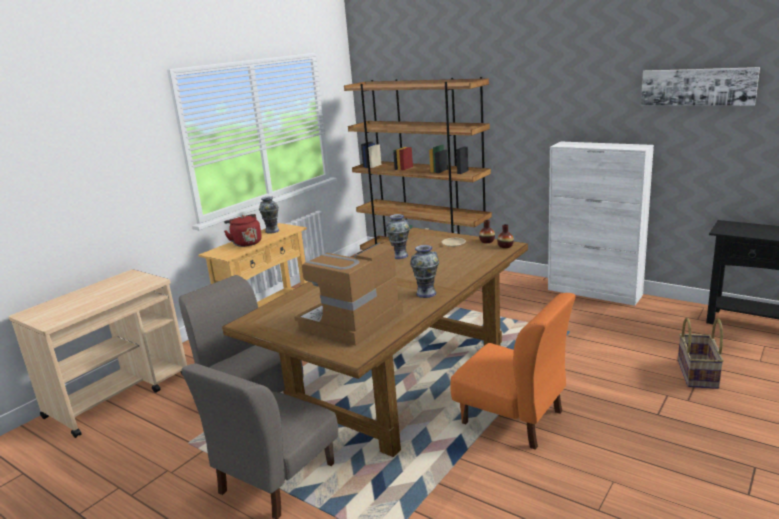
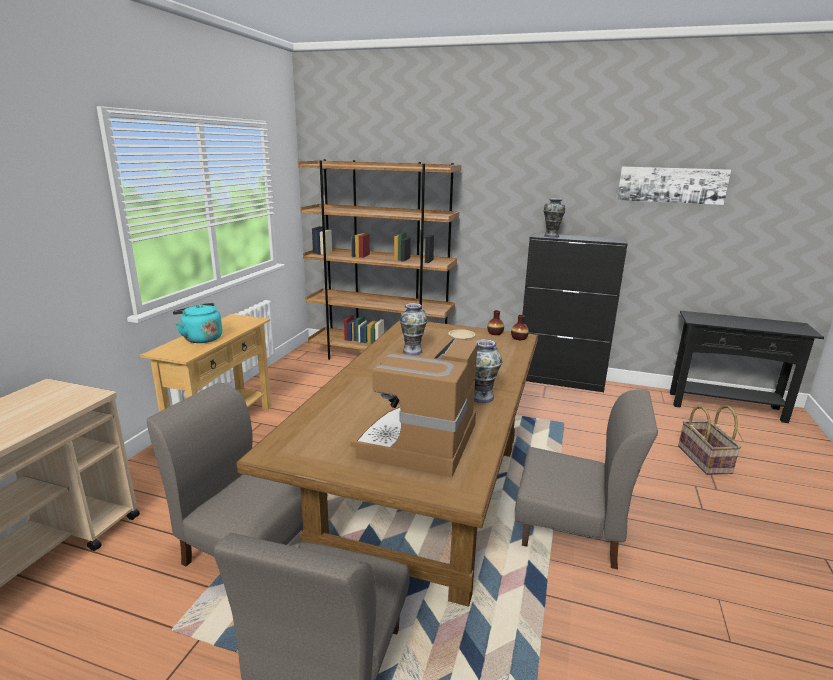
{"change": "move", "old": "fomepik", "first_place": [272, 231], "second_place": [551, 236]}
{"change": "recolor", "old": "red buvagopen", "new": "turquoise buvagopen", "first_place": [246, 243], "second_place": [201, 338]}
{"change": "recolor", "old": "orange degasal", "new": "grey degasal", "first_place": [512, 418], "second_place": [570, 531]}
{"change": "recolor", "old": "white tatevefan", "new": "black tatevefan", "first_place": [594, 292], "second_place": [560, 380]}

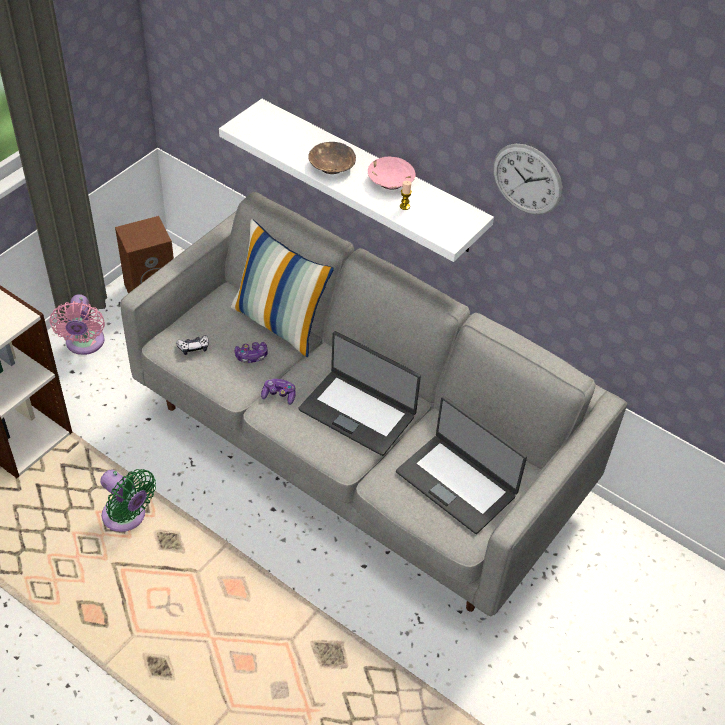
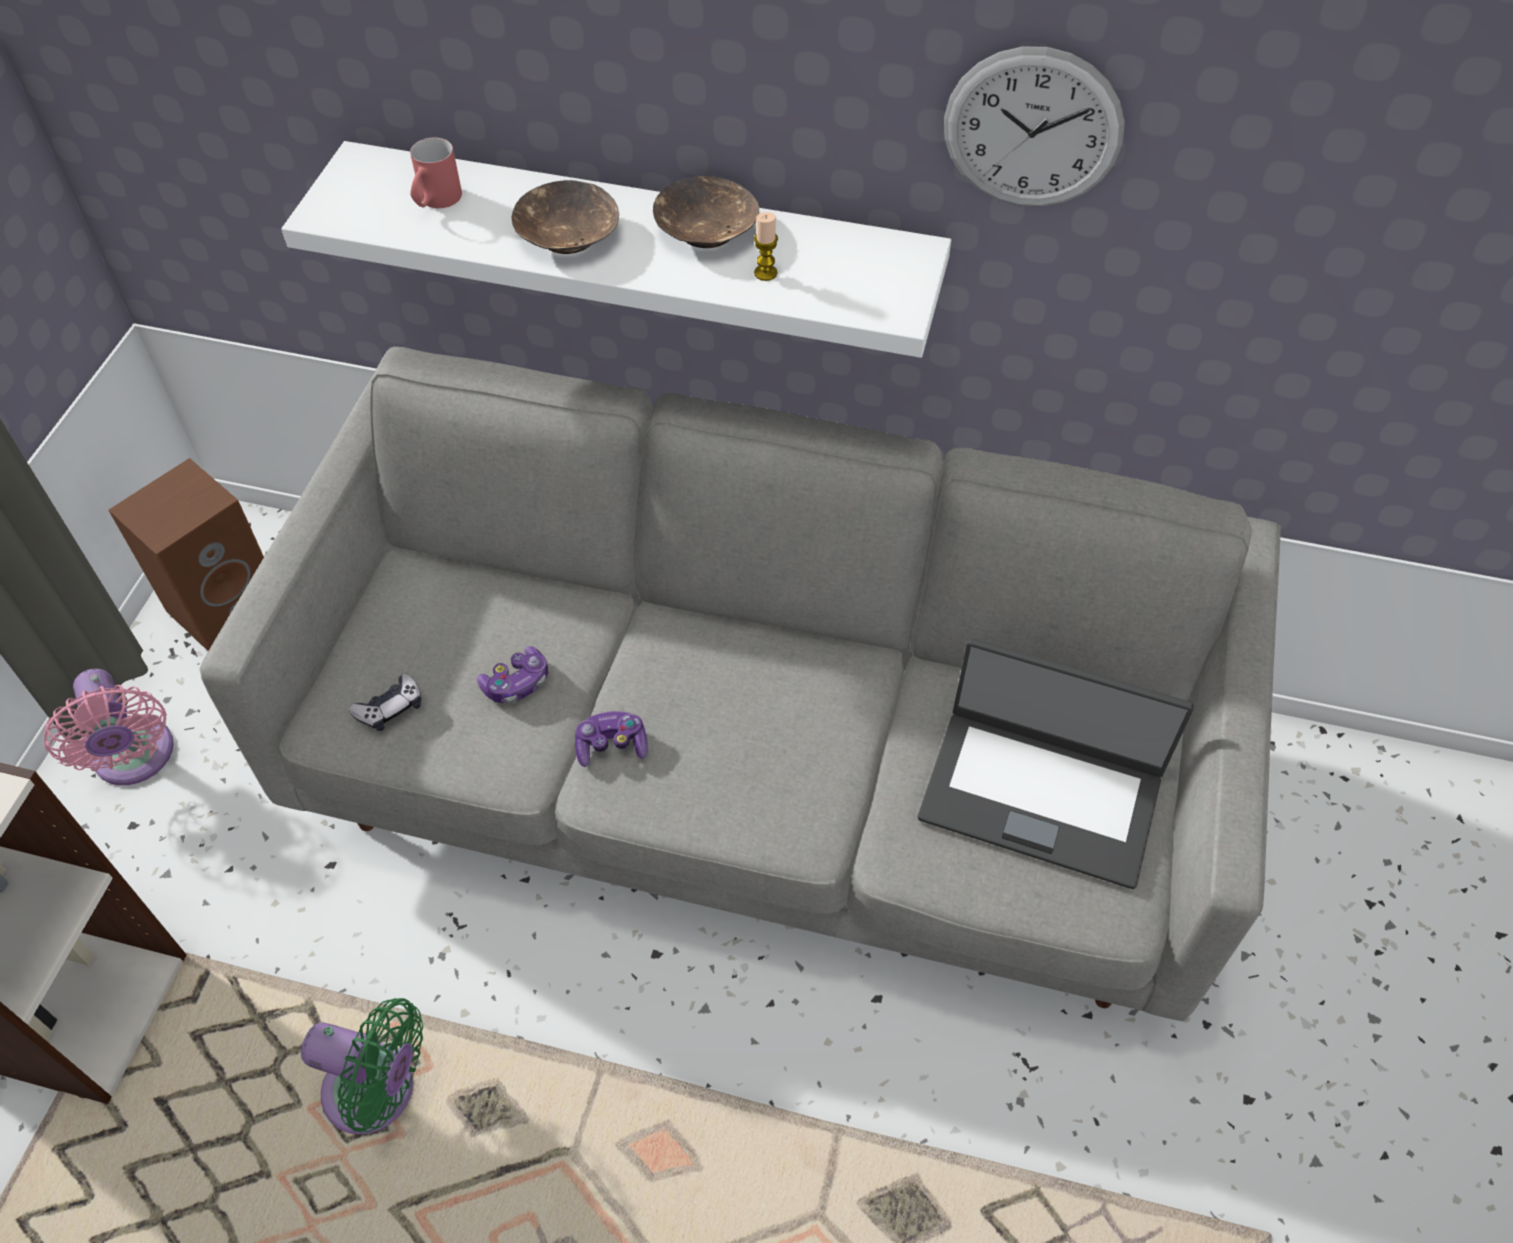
{"change": "delete", "old": "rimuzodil", "first_place": [280, 322]}
{"change": "delete", "old": "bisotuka", "first_place": [358, 412]}
{"change": "insert", "new": "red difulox", "second_place": [436, 202]}
{"change": "recolor", "old": "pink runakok", "new": "brown runakok", "first_place": [390, 181], "second_place": [706, 231]}

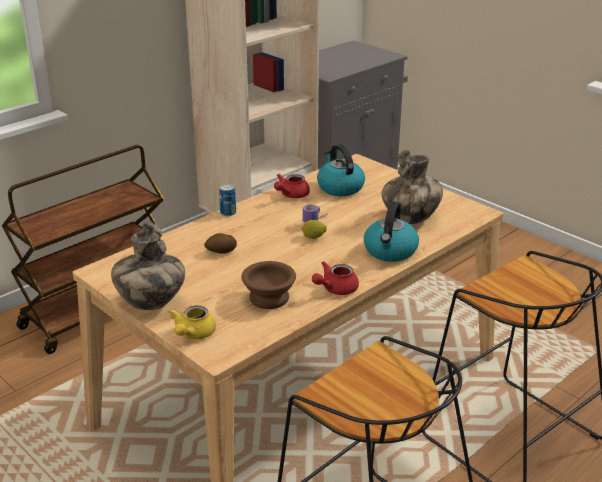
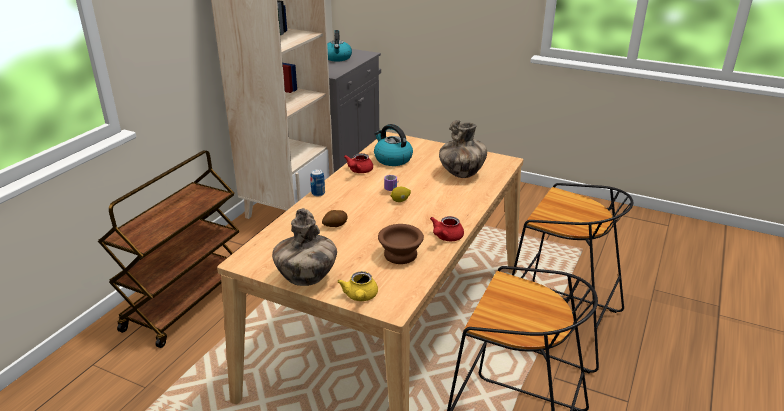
{"change": "move", "old": "buvagopen", "first_place": [390, 251], "second_place": [338, 58]}

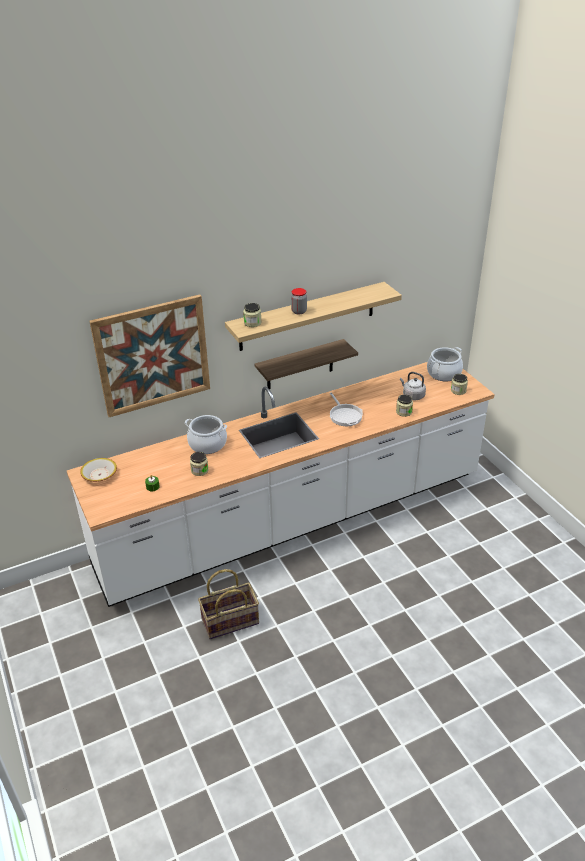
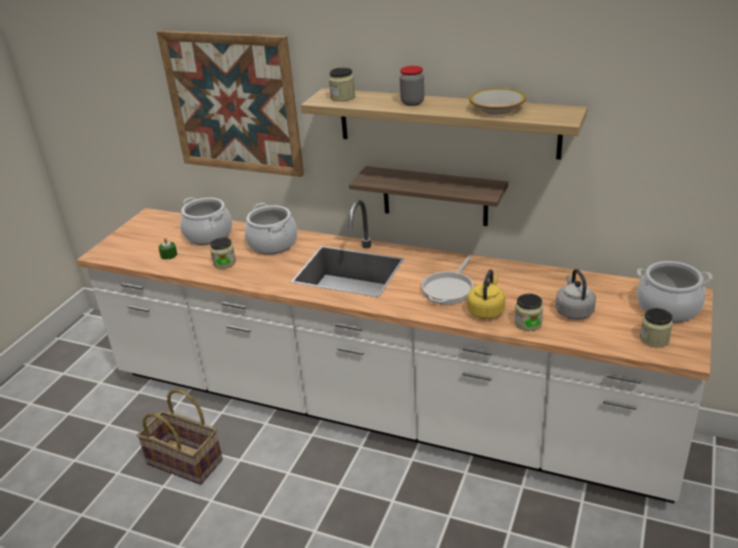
{"change": "insert", "new": "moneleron", "second_place": [208, 235]}
{"change": "insert", "new": "yellow buvagopen", "second_place": [486, 310]}
{"change": "move", "old": "runakok", "first_place": [99, 475], "second_place": [496, 109]}

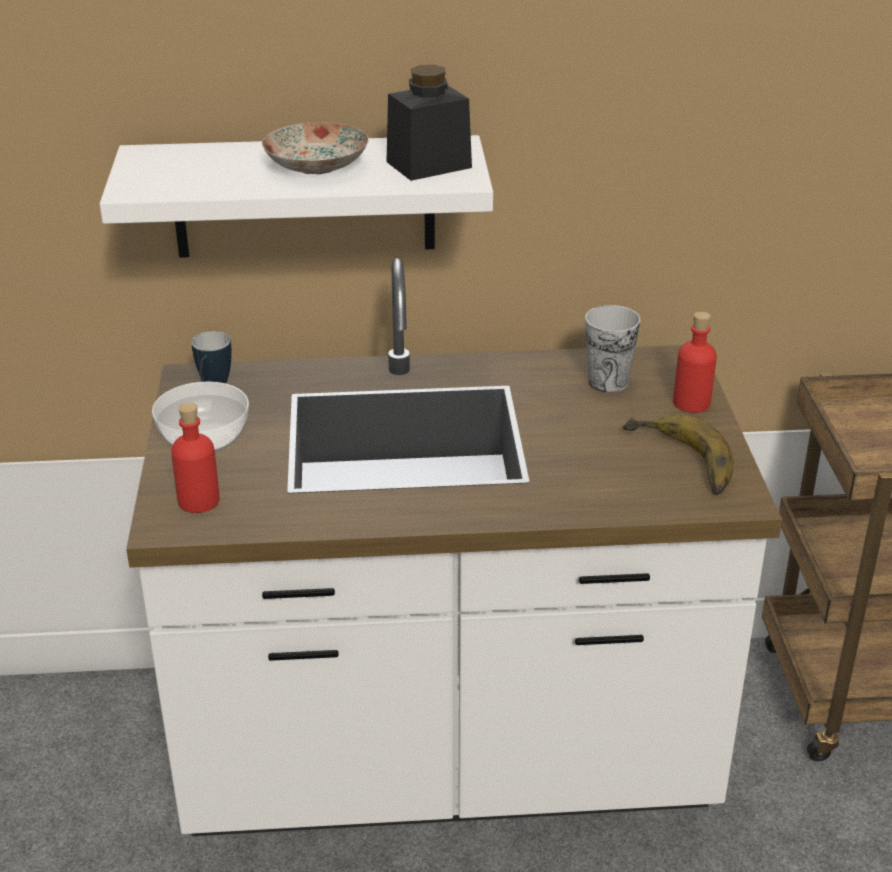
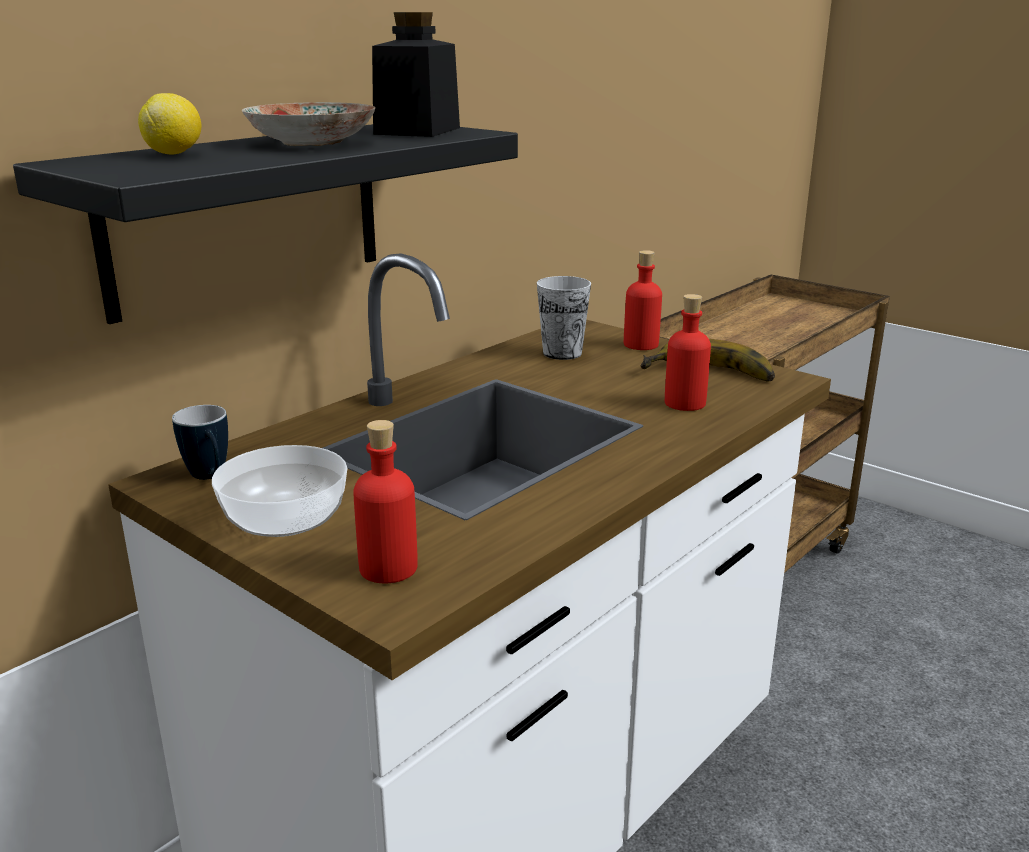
{"change": "insert", "new": "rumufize", "second_place": [174, 154]}
{"change": "insert", "new": "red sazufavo", "second_place": [685, 403]}
{"change": "recolor", "old": "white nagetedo", "new": "black nagetedo", "first_place": [304, 197], "second_place": [247, 215]}

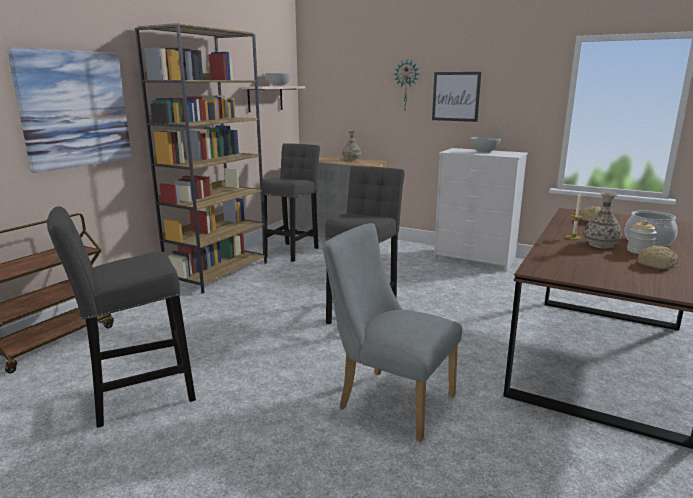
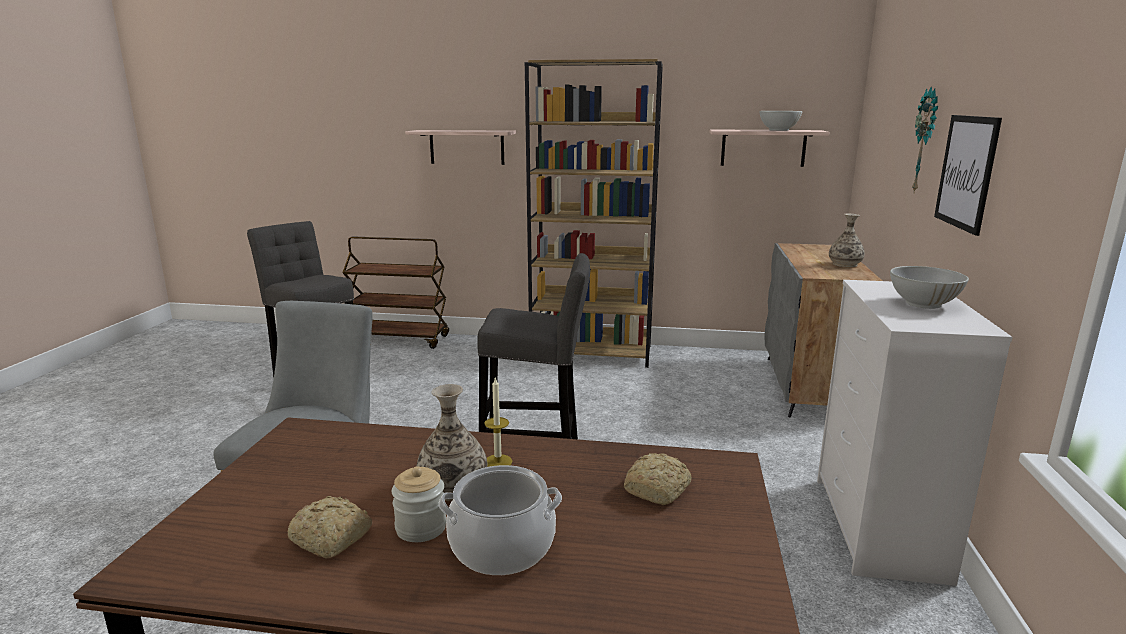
{"change": "delete", "old": "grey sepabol", "first_place": [292, 251]}
{"change": "replace", "old": "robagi", "new": "nagetedo", "first_place": [75, 109], "second_place": [467, 147]}

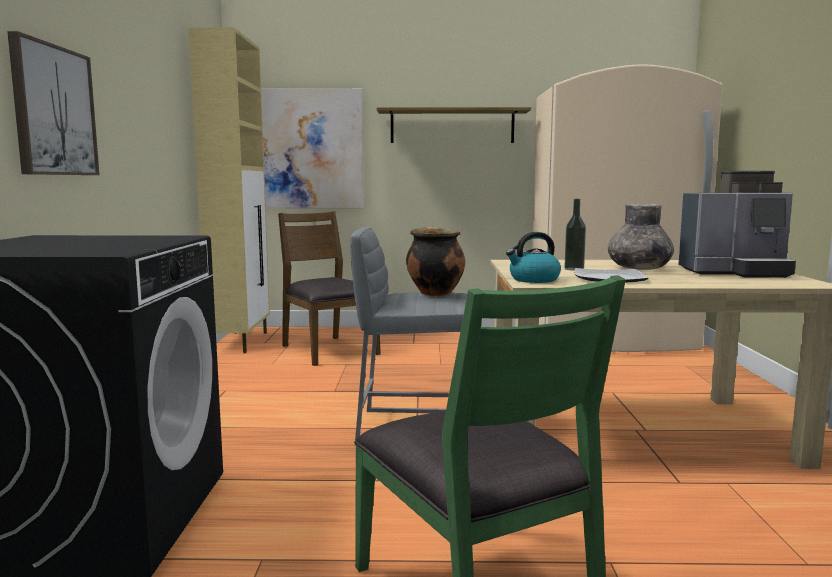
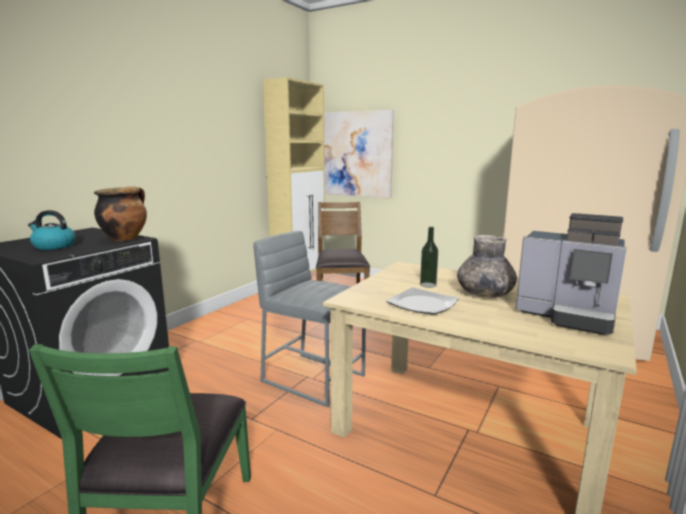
{"change": "delete", "old": "robagi", "first_place": [53, 111]}
{"change": "delete", "old": "nagetedo", "first_place": [452, 126]}
{"change": "move", "old": "moneleron", "first_place": [434, 293], "second_place": [125, 238]}
{"change": "move", "old": "buvagopen", "first_place": [533, 280], "second_place": [53, 246]}

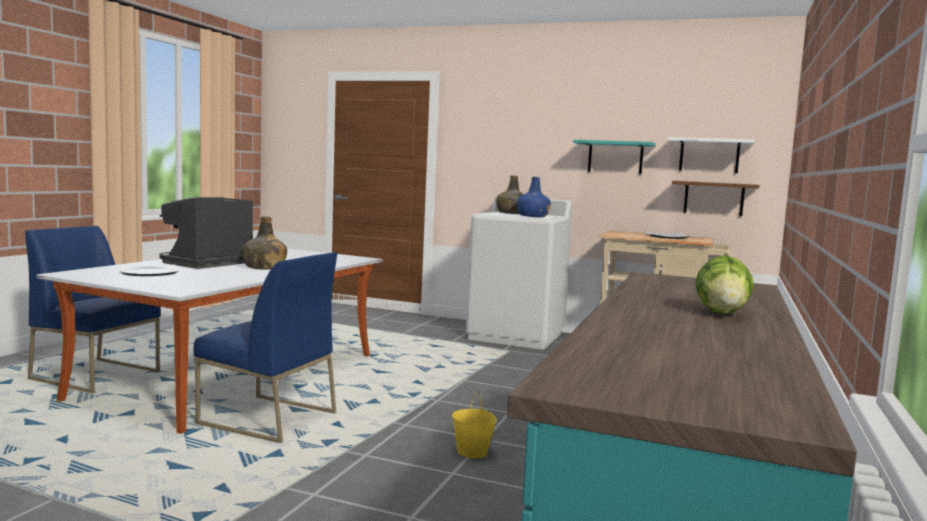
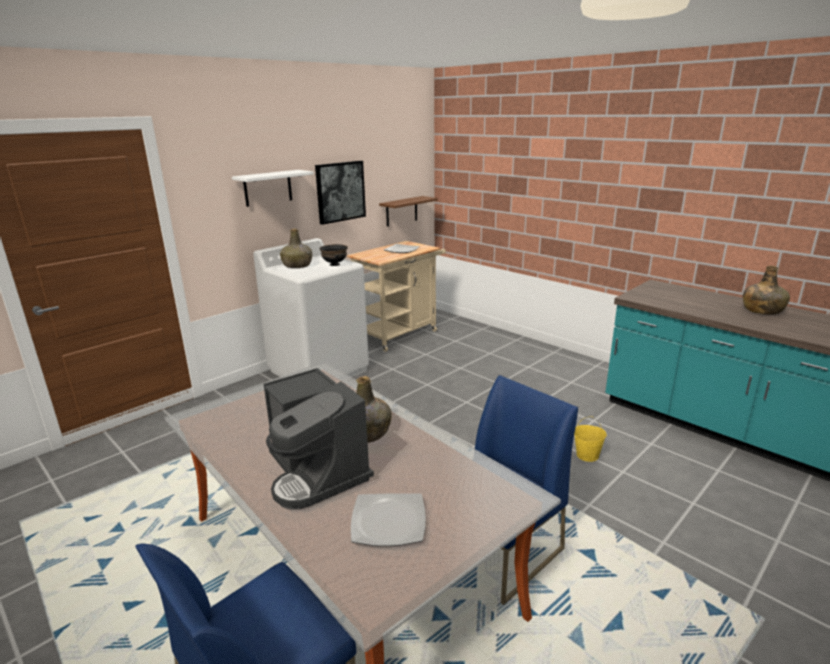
{"change": "move", "old": "white nagetedo", "first_place": [709, 155], "second_place": [268, 188]}
{"change": "replace", "old": "blue sazufavo", "new": "black runakok", "first_place": [533, 216], "second_place": [335, 264]}
{"change": "replace", "old": "turquoise nagetedo", "new": "robagi", "first_place": [615, 157], "second_place": [340, 191]}
{"change": "replace", "old": "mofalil", "new": "green sazufavo", "first_place": [722, 313], "second_place": [762, 310]}

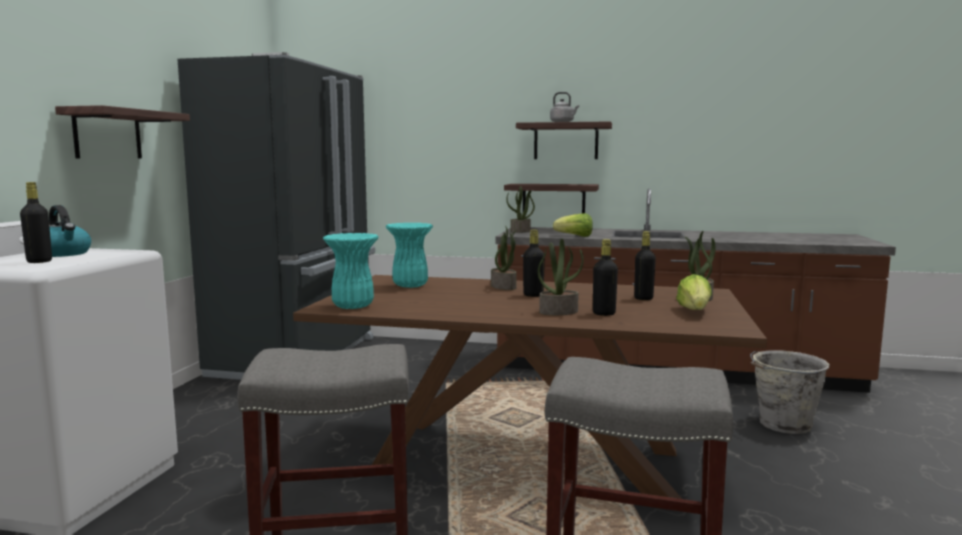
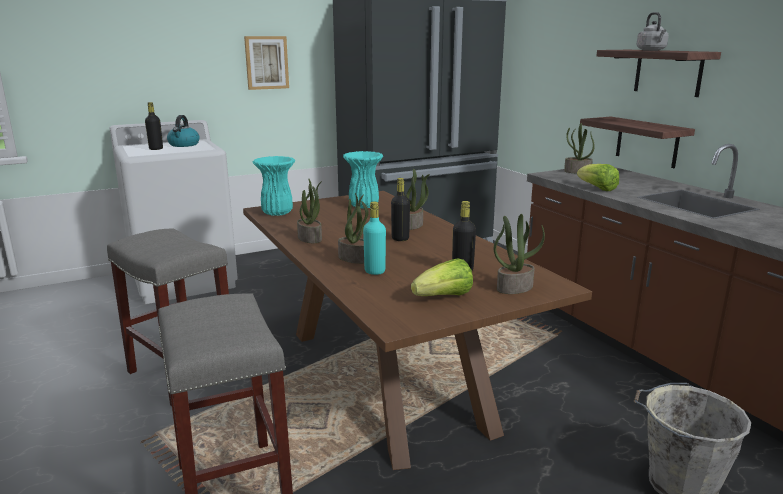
{"change": "insert", "new": "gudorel", "second_place": [310, 238]}
{"change": "replace", "old": "nagetedo", "new": "robagi", "first_place": [107, 134], "second_place": [266, 62]}
{"change": "recolor", "old": "black sazufavo", "new": "turquoise sazufavo", "first_place": [604, 313], "second_place": [374, 271]}

